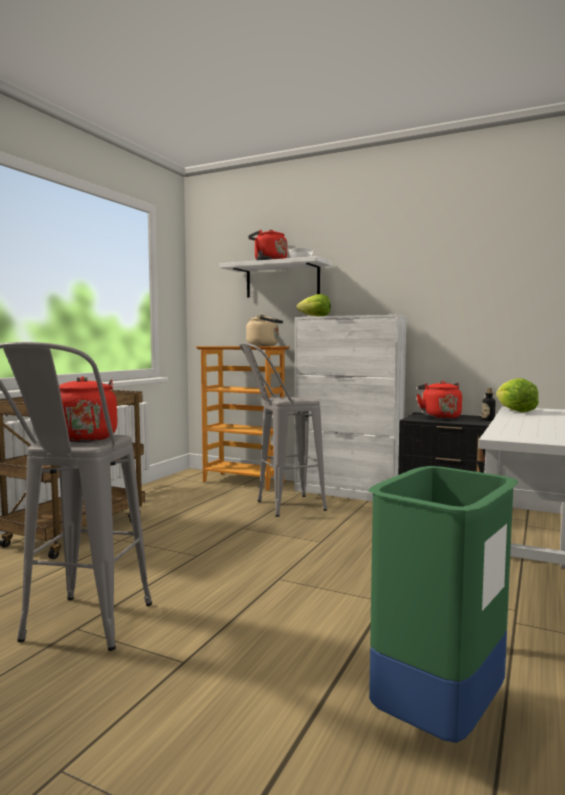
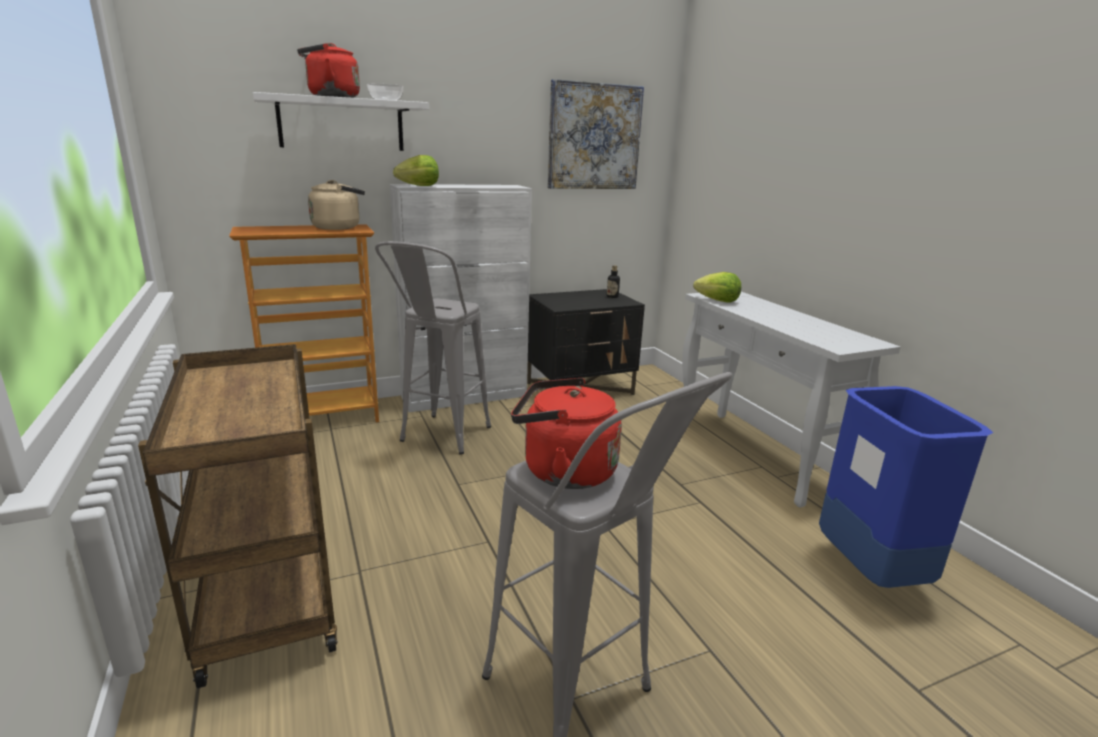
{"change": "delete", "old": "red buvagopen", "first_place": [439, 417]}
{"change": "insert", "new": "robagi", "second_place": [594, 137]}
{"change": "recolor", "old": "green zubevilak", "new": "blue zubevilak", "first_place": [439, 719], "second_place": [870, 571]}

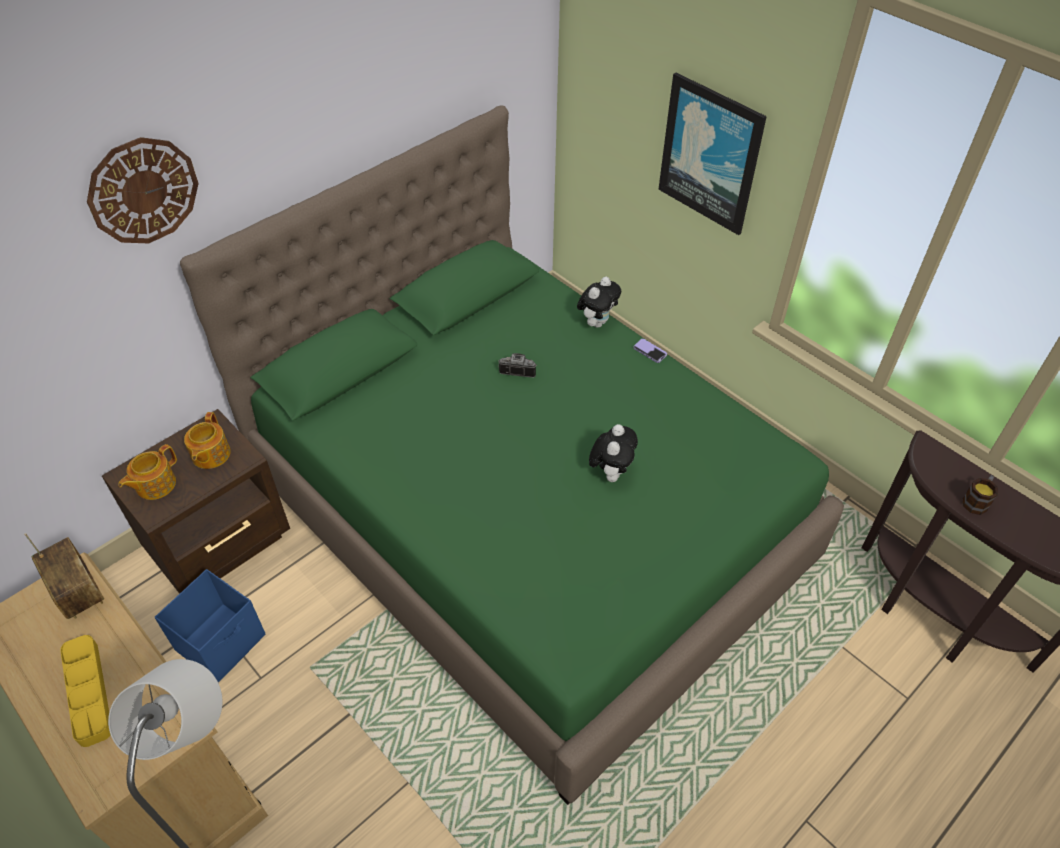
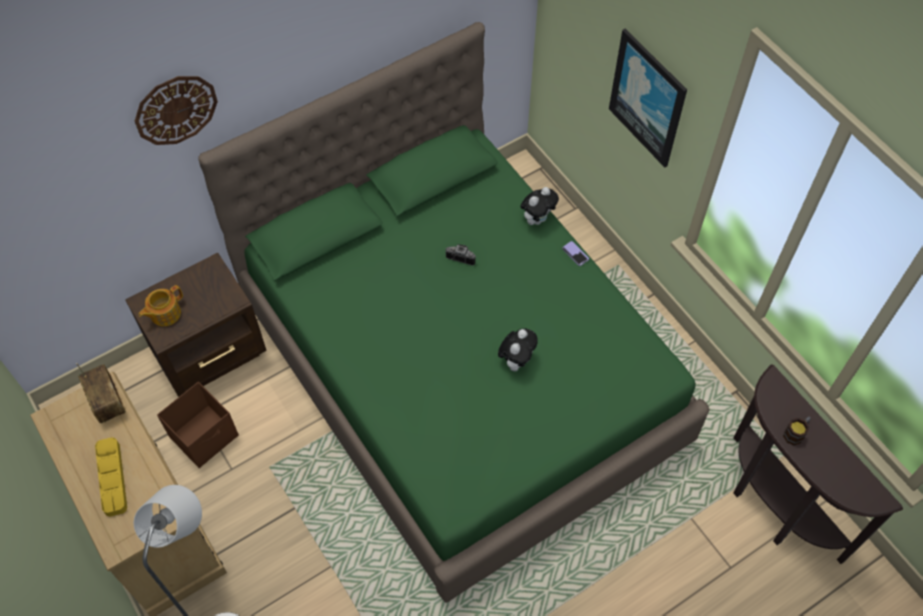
{"change": "delete", "old": "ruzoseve", "first_place": [210, 455]}
{"change": "recolor", "old": "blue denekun", "new": "brown denekun", "first_place": [222, 642], "second_place": [205, 436]}

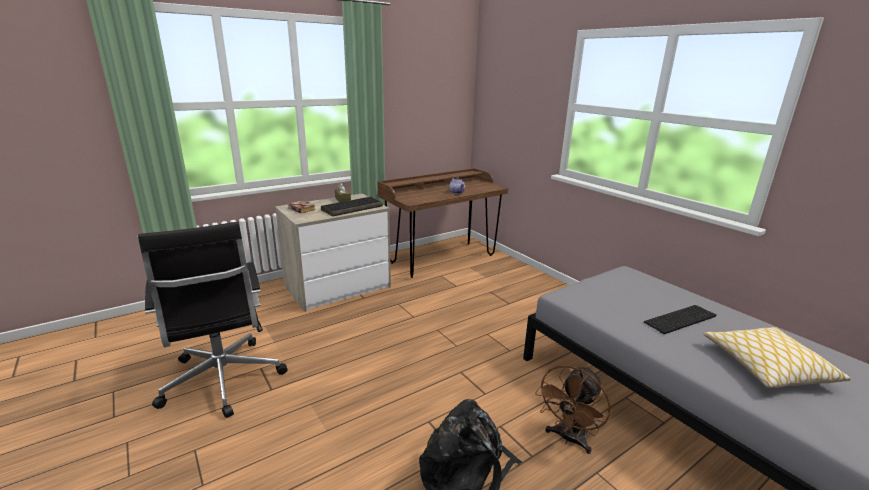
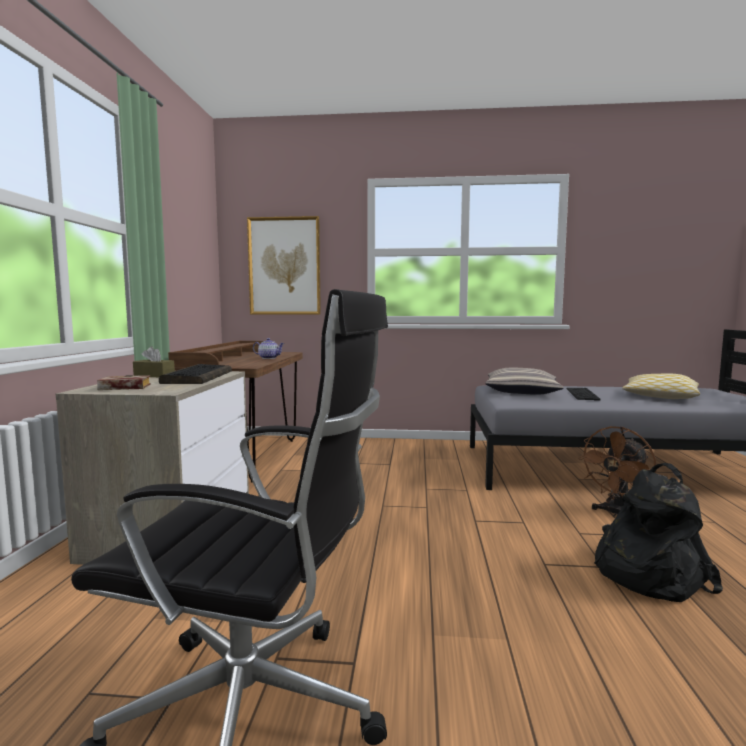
{"change": "insert", "new": "robagi", "second_place": [284, 266]}
{"change": "insert", "new": "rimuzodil", "second_place": [522, 391]}
{"change": "rotate", "old": "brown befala", "first_place": [568, 439], "second_place": [617, 514], "degrees": 60}

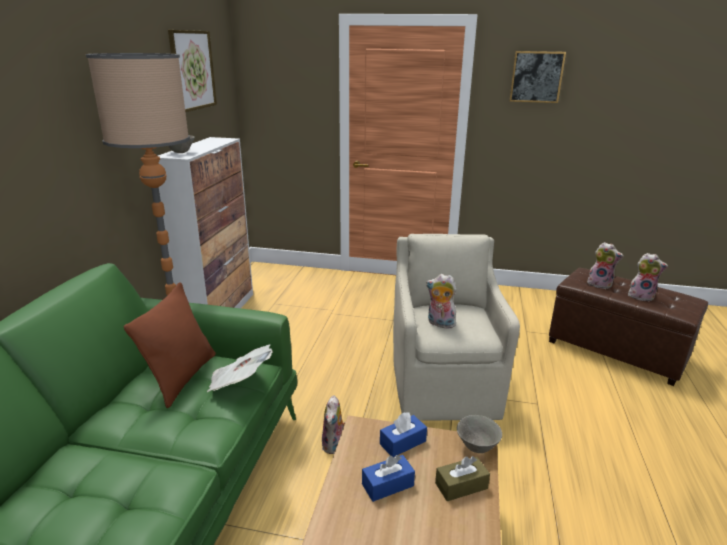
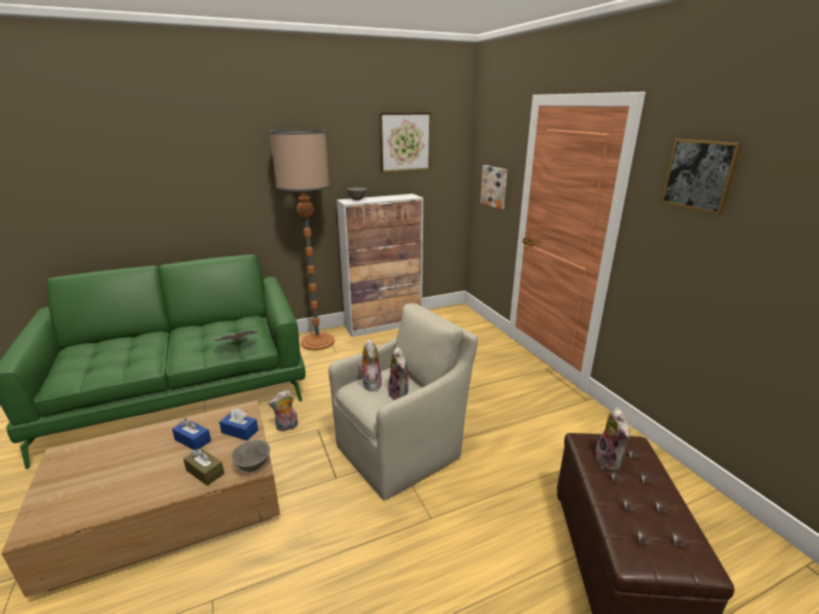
{"change": "delete", "old": "brown rimuzodil", "first_place": [182, 378]}
{"change": "insert", "new": "robagi", "second_place": [495, 186]}
{"change": "move", "old": "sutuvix", "first_place": [641, 296], "second_place": [400, 394]}

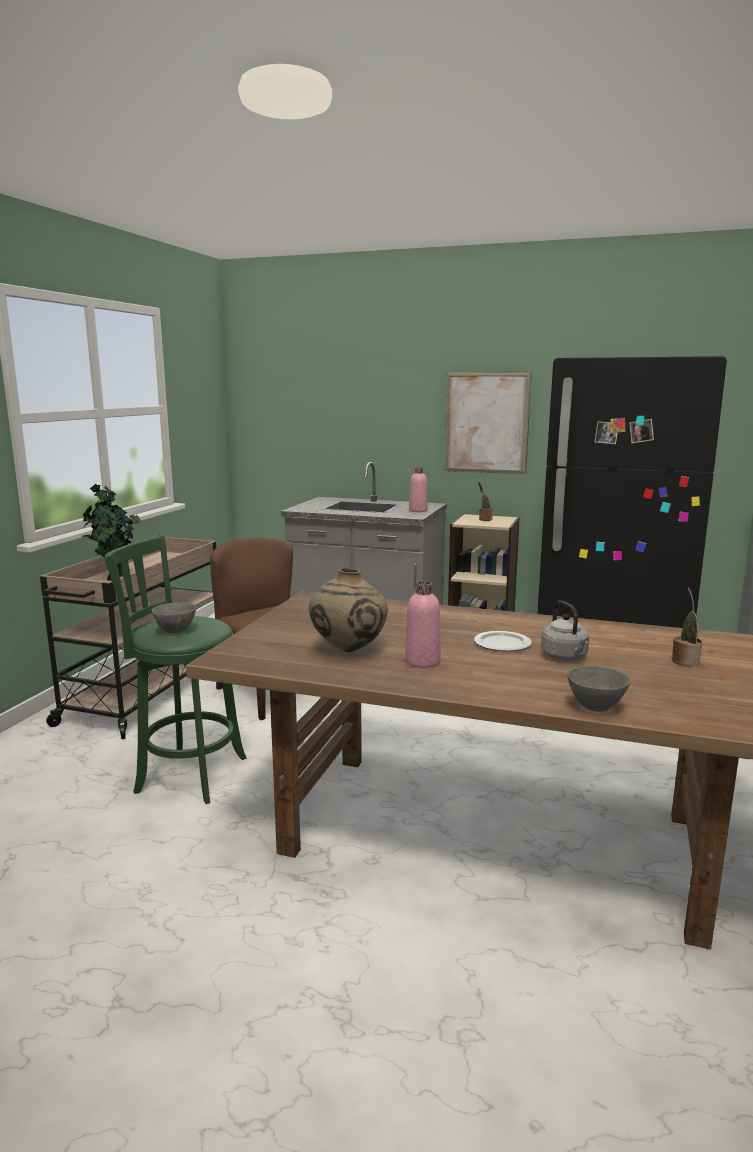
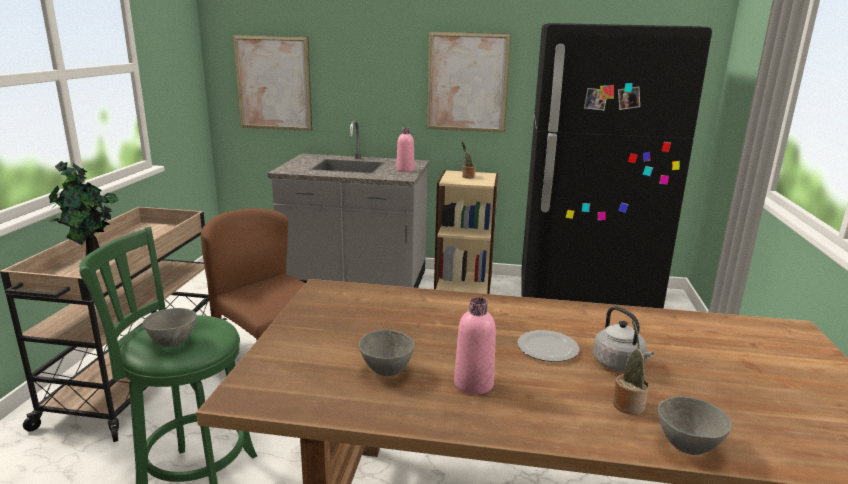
{"change": "insert", "new": "robagi", "second_place": [273, 83]}
{"change": "move", "old": "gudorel", "first_place": [685, 660], "second_place": [627, 404]}
{"change": "replace", "old": "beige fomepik", "new": "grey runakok", "first_place": [348, 650], "second_place": [385, 371]}

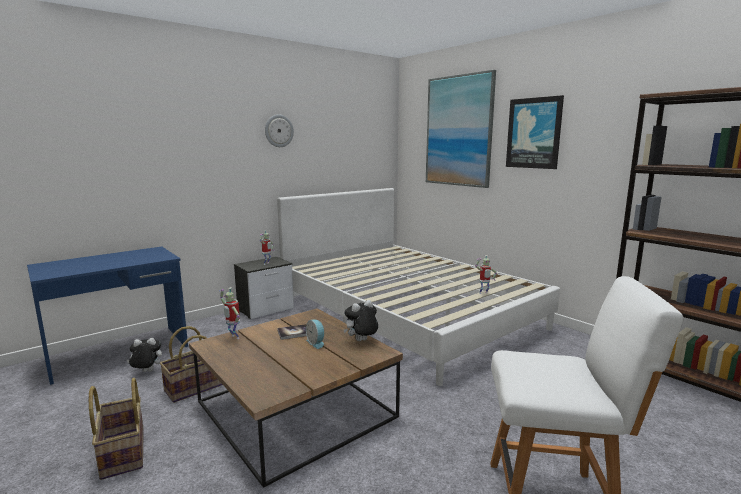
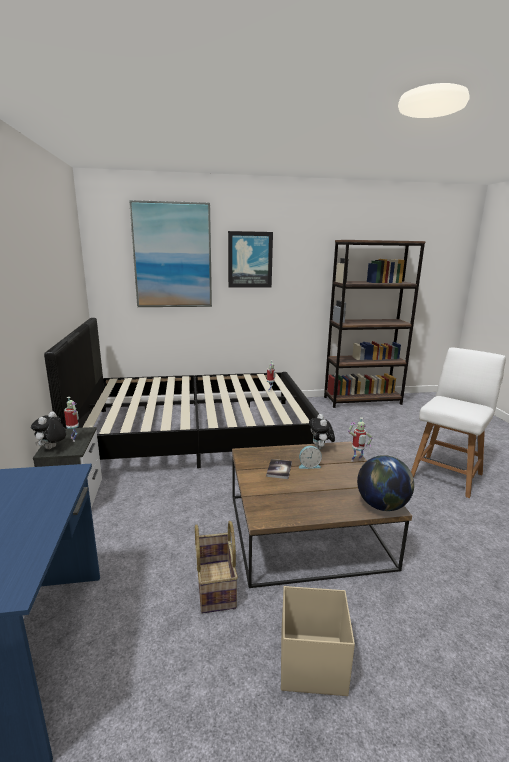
{"change": "delete", "old": "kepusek", "first_place": [279, 131]}
{"change": "insert", "new": "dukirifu", "second_place": [382, 505]}
{"change": "move", "old": "sutuvix", "first_place": [146, 372], "second_place": [51, 448]}
{"change": "move", "old": "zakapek", "first_place": [233, 337], "second_place": [356, 461]}
{"change": "replace", "old": "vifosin", "new": "beige denekun", "first_place": [122, 453], "second_place": [311, 663]}
{"change": "recolor", "old": "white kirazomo", "new": "black kirazomo", "first_place": [407, 313], "second_place": [197, 432]}

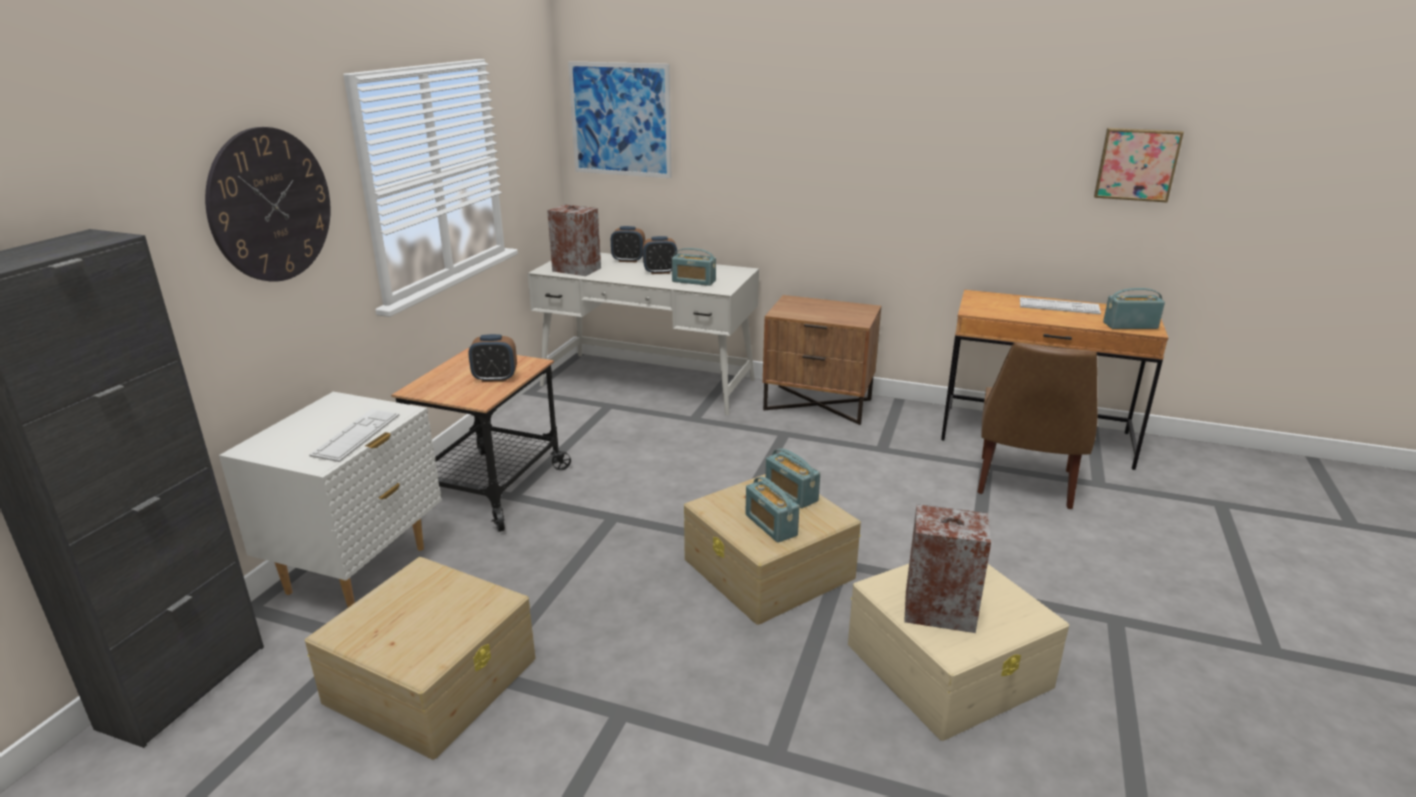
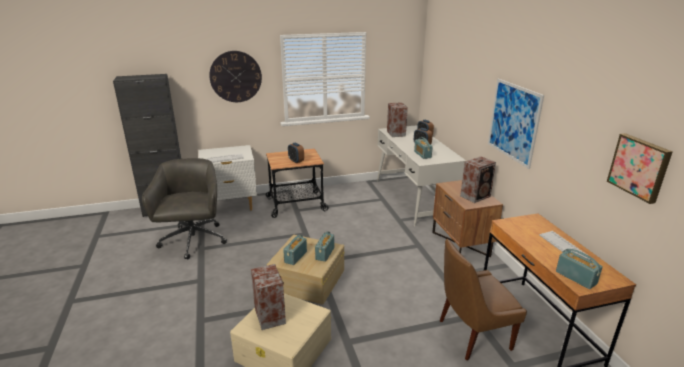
{"change": "insert", "new": "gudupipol", "second_place": [476, 196]}
{"change": "move", "old": "robagi", "first_place": [620, 120], "second_place": [513, 122]}
{"change": "replace", "old": "beige denekun", "new": "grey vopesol", "first_place": [433, 678], "second_place": [193, 241]}

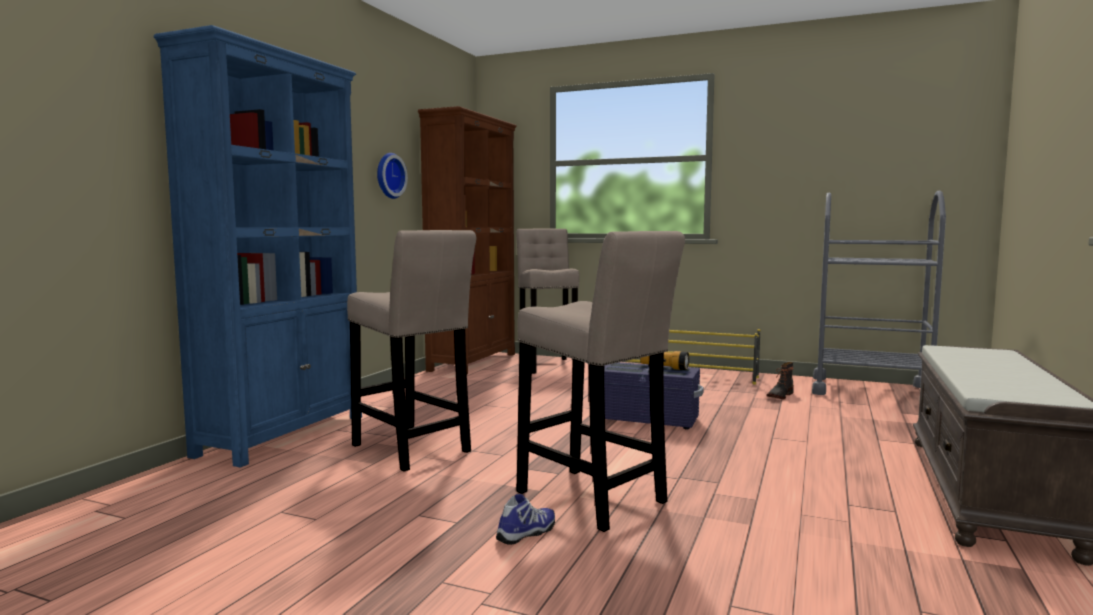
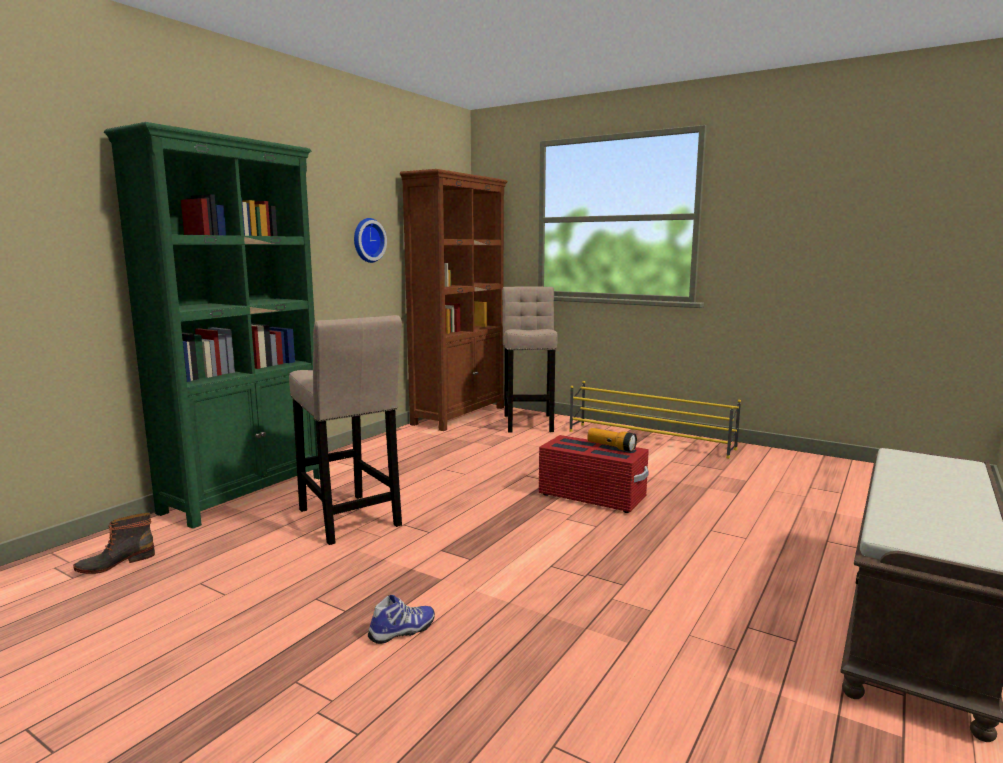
{"change": "delete", "old": "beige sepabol", "first_place": [595, 500]}
{"change": "delete", "old": "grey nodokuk", "first_place": [870, 390]}
{"change": "move", "old": "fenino", "first_place": [779, 395], "second_place": [115, 563]}
{"change": "recolor", "old": "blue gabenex", "new": "green gabenex", "first_place": [284, 435], "second_place": [247, 493]}
{"change": "recolor", "old": "purple denekun", "new": "red denekun", "first_place": [646, 419], "second_place": [591, 496]}

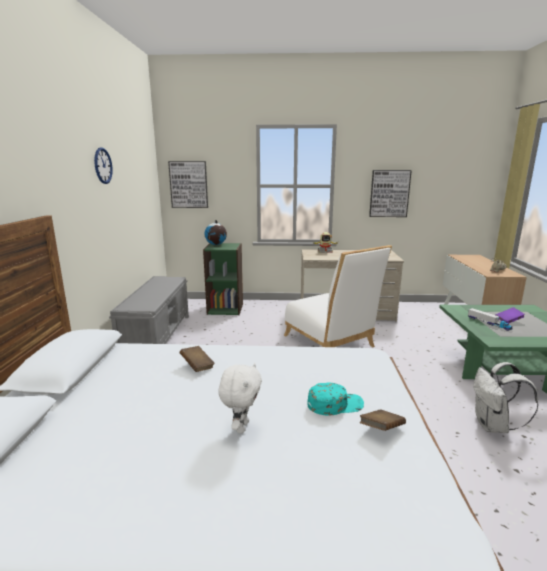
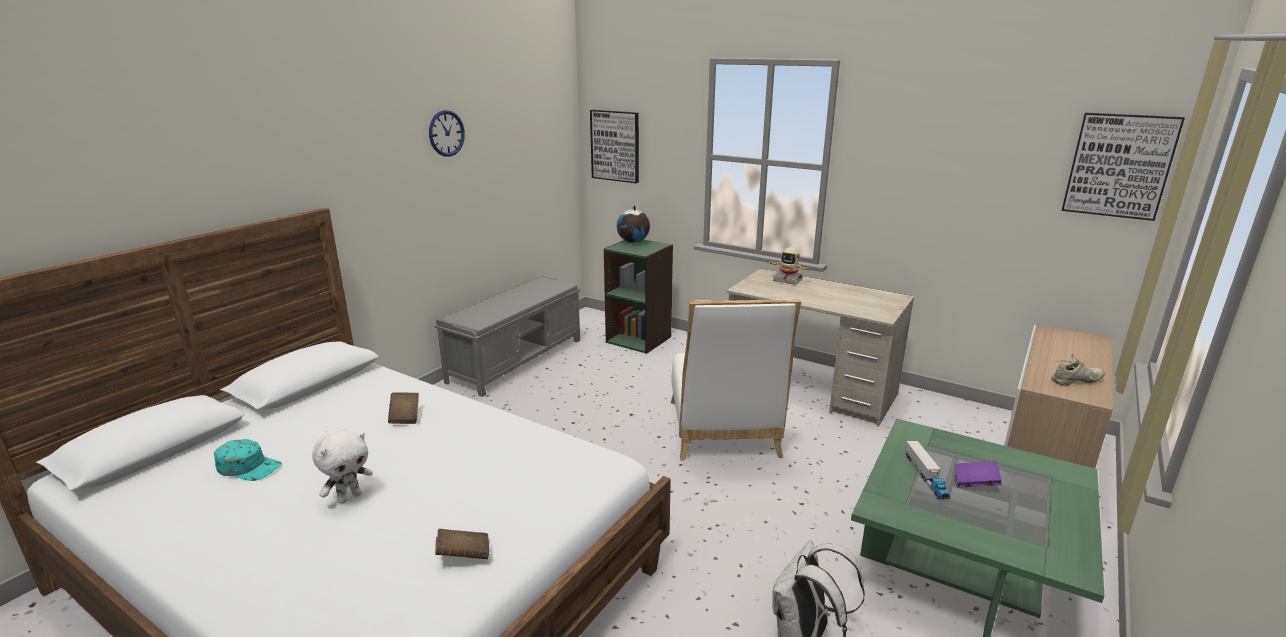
{"change": "move", "old": "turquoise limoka", "first_place": [335, 404], "second_place": [249, 466]}
{"change": "move", "old": "robagi", "first_place": [389, 193], "second_place": [1119, 165]}

